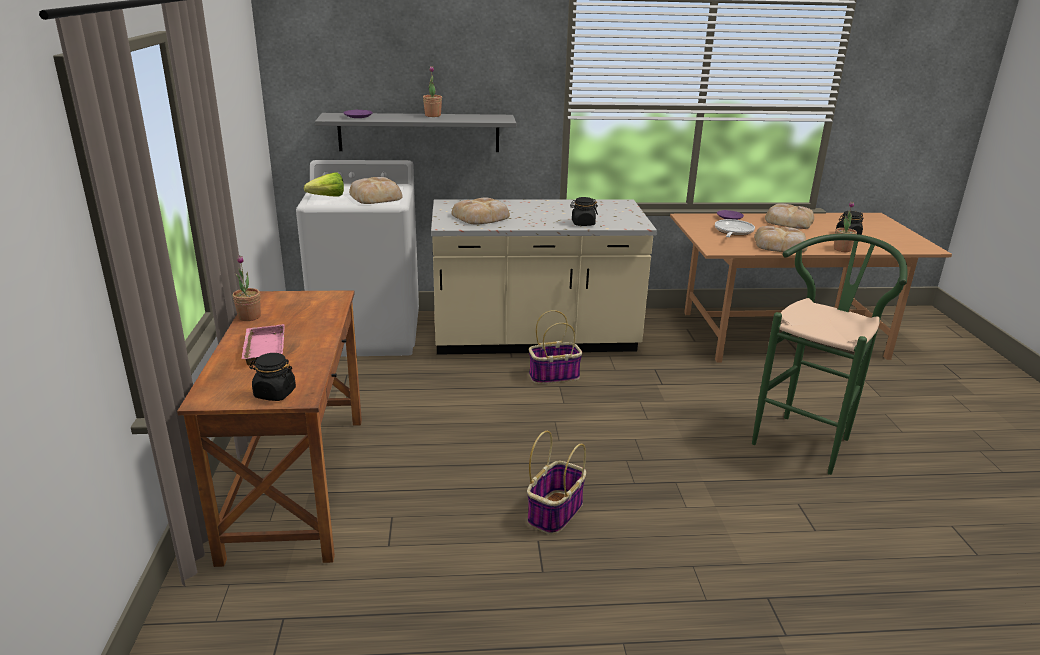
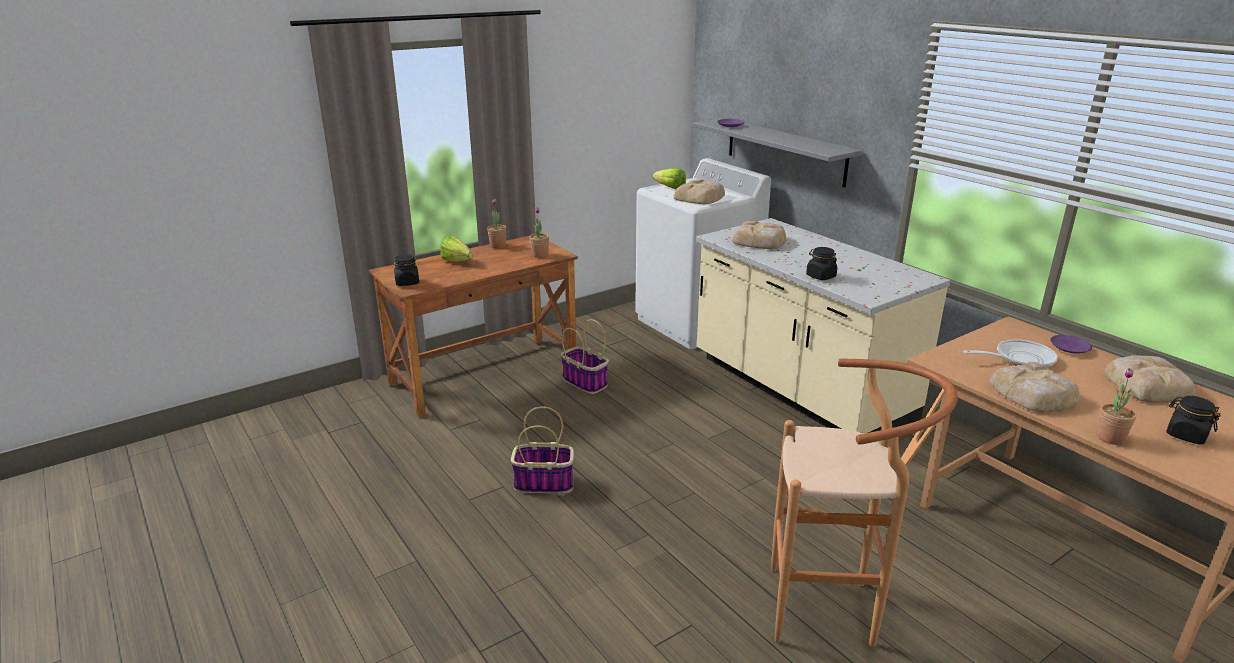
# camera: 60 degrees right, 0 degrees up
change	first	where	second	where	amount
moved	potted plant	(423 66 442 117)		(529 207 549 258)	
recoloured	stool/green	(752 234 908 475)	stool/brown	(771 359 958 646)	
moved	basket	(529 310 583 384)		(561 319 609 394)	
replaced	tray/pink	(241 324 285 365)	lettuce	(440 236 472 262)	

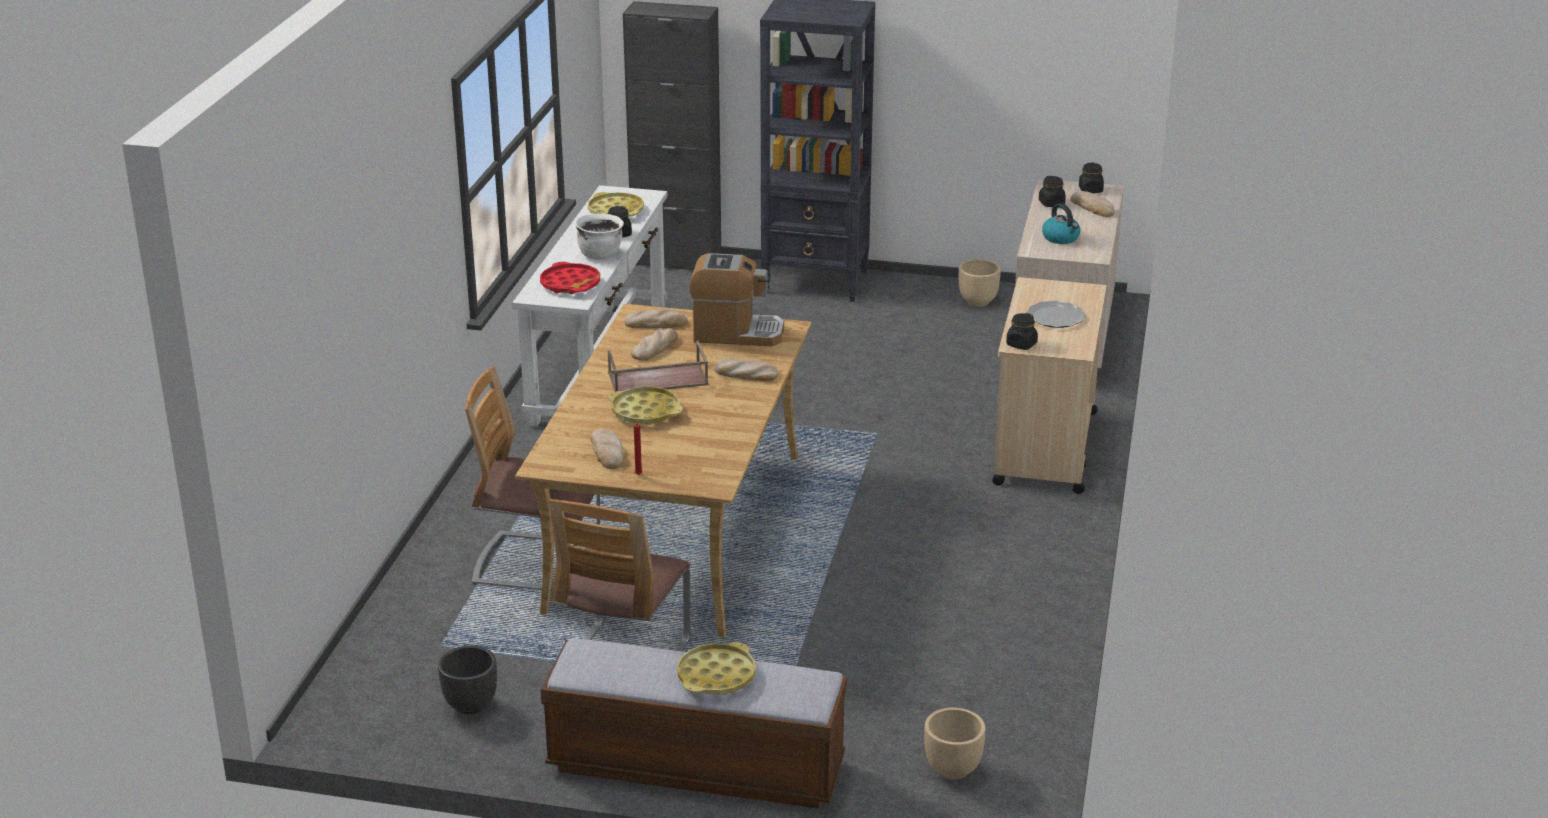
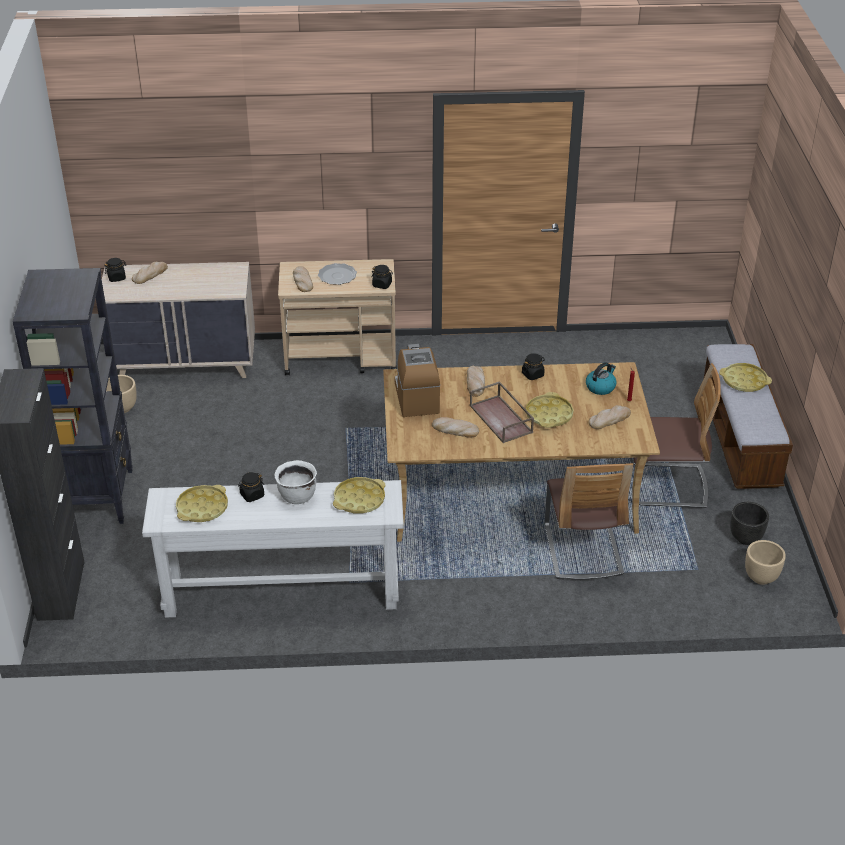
# camera: 105 degrees left, 10 degrees up
change	first	where	second	where	amount
moved	jar/black	(1039 176 1066 207)		(522 353 545 380)	
moved	kettle	(1042 203 1080 244)		(586 362 616 395)	
recoloured	tray/red	(540 262 600 294)	tray/yellow	(333 477 386 513)	
moved	bread	(624 309 688 329)		(293 266 313 292)	
moved	planter/beige	(924 708 986 780)		(745 540 786 585)	

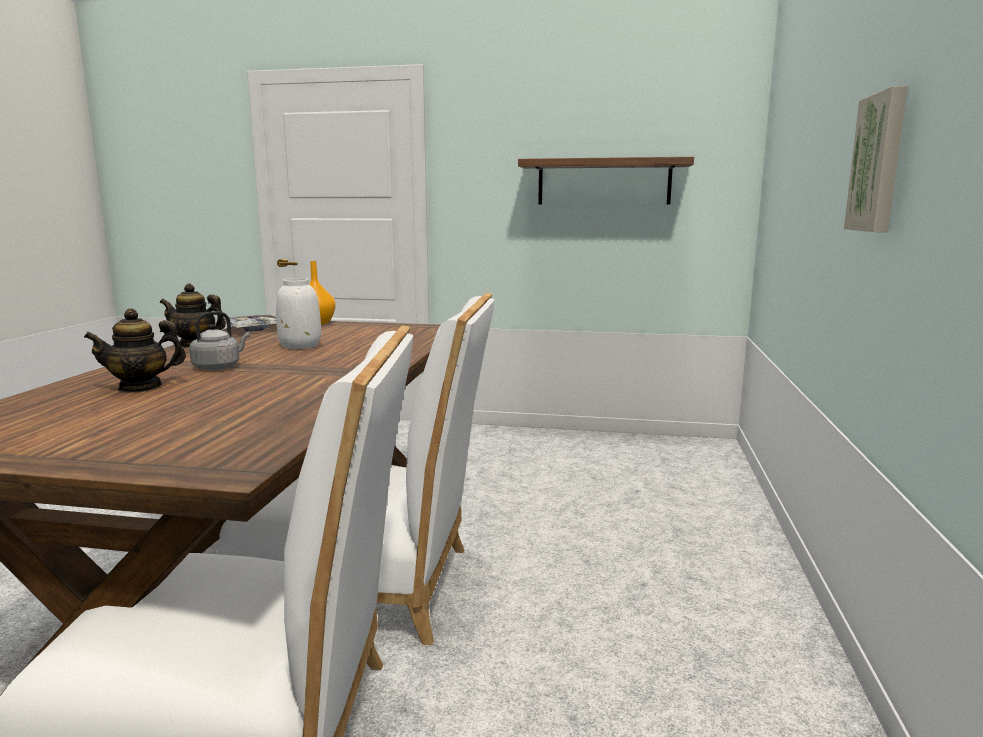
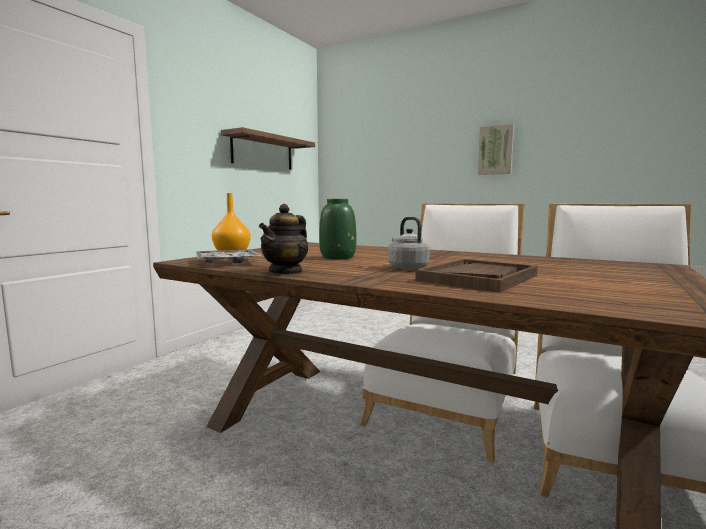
# camera: 70 degrees left, 5 degrees down
change	first	where	second	where	amount
recoloured	vase/white	(276 278 321 349)	vase/green	(319 199 357 259)	
replaced	teapot	(84 308 186 393)	tray/brown	(415 259 538 293)	

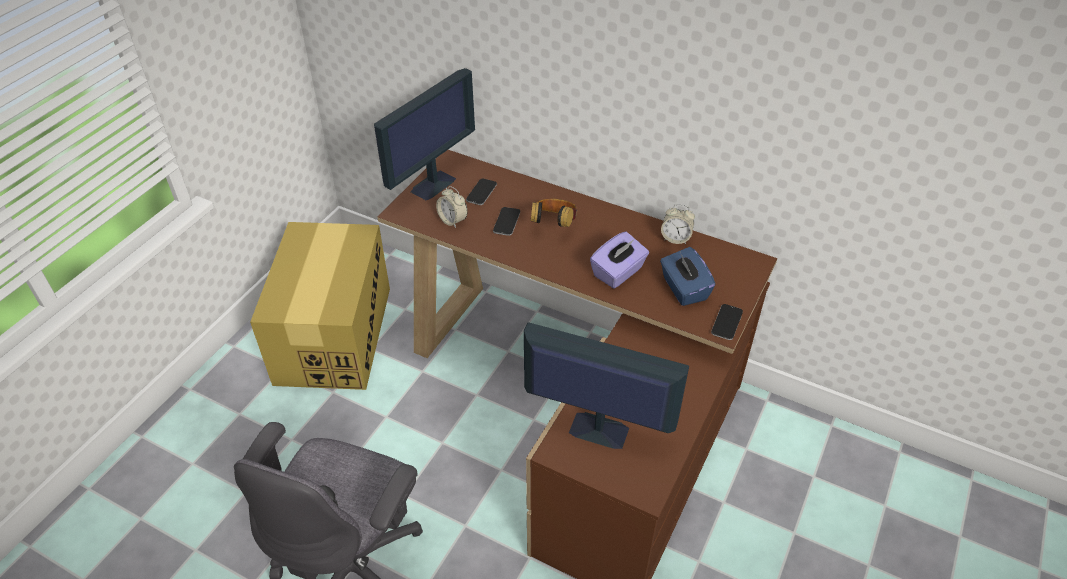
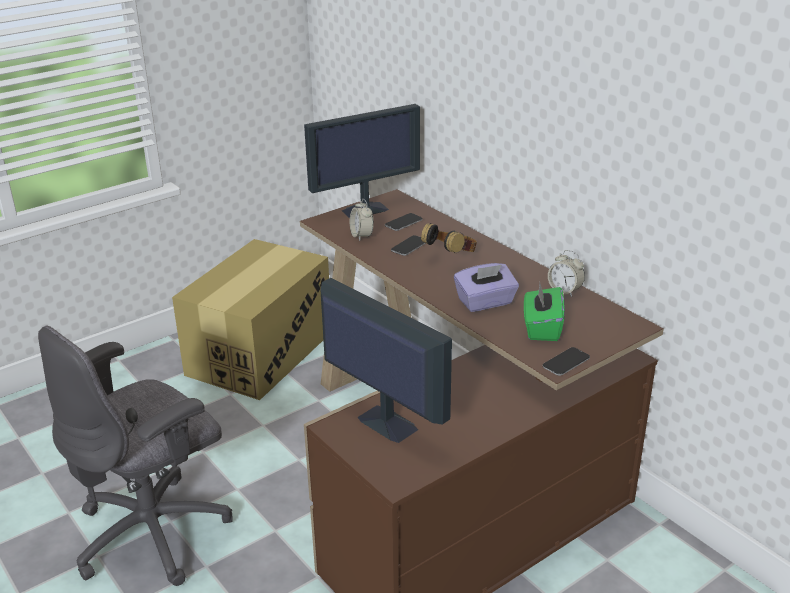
# camera: 25 degrees right, 15 degrees down
change	first	where	second	where	amount
recoloured	tissue box/blue	(660 247 715 306)	tissue box/green	(524 283 565 341)	

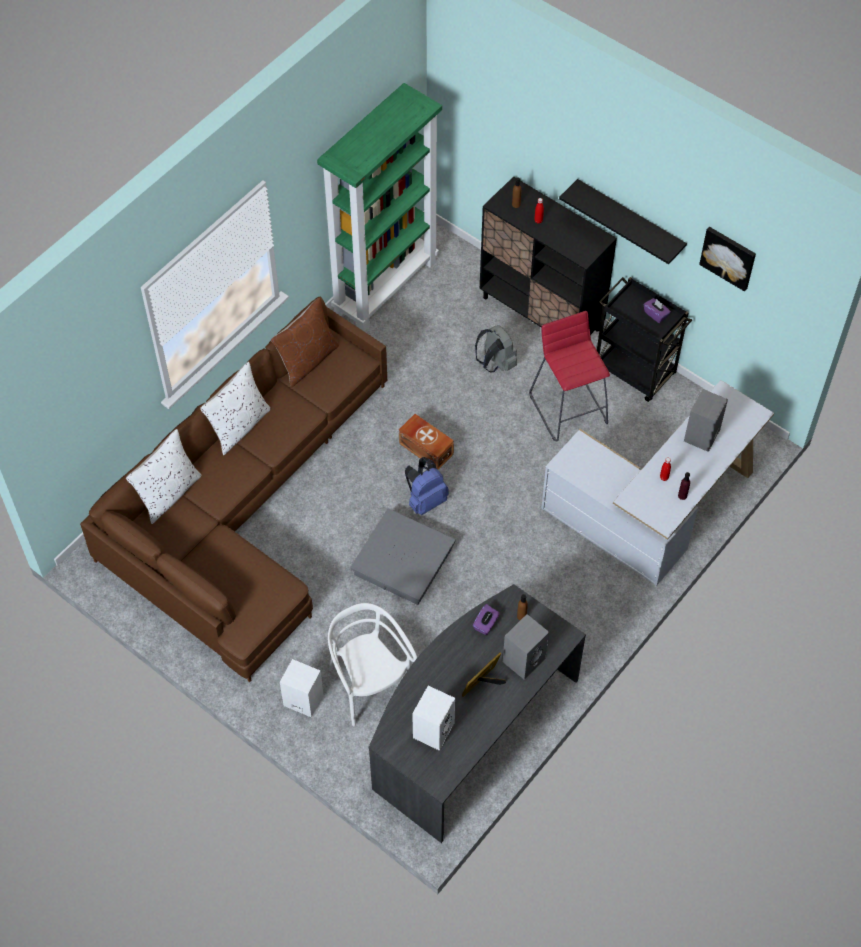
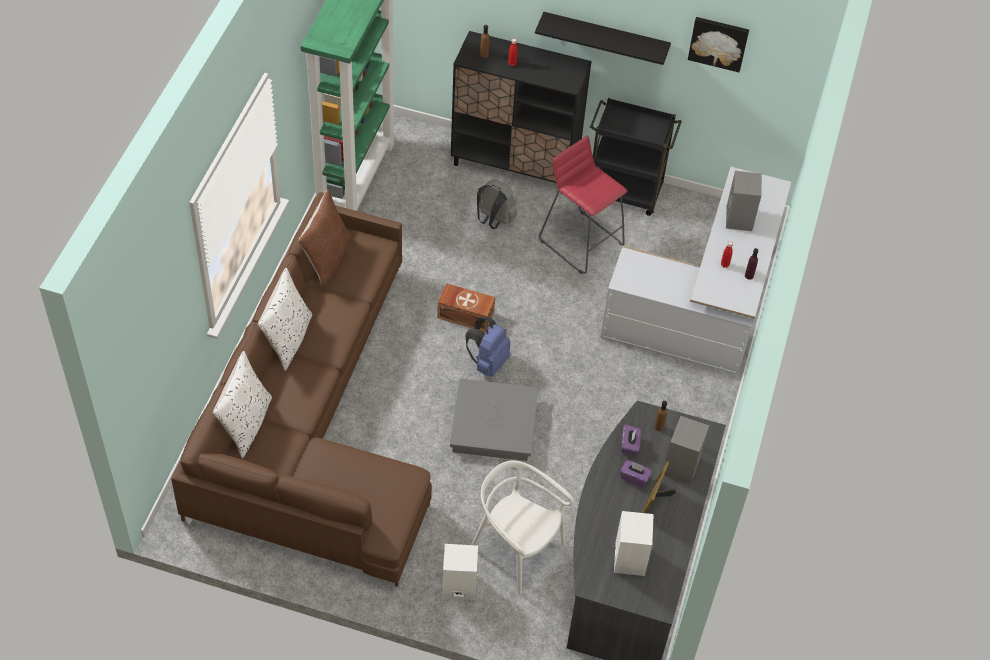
# camera: 25 degrees left, 5 degrees down
change	first	where	second	where	amount
moved	tissue box/purple	(644 298 671 323)		(620 460 652 487)	

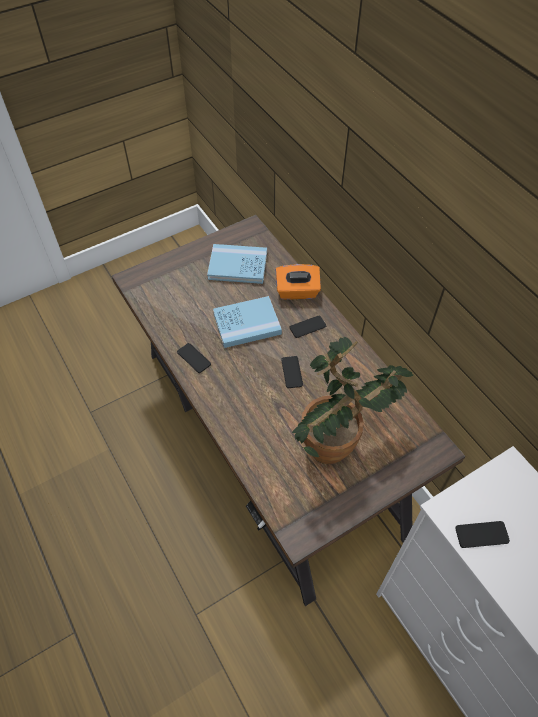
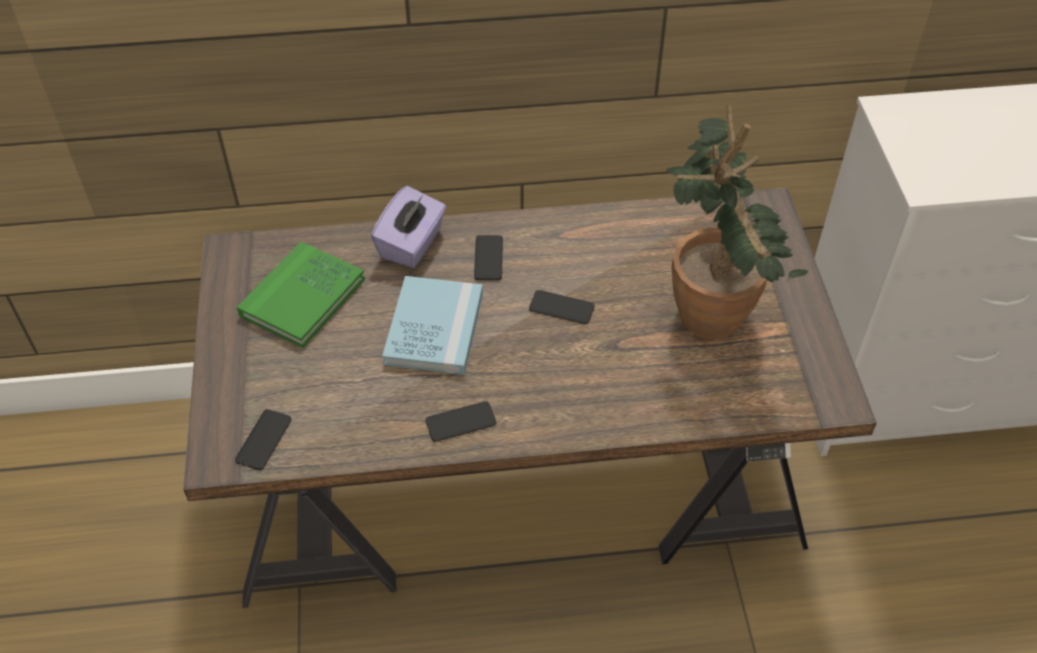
# camera: 65 degrees left, 5 degrees down
change	first	where	second	where	amount
recoloured	book/blue	(207 244 267 284)	book/green	(237 242 365 348)	
recoloured	tissue box/orange	(276 264 321 300)	tissue box/purple	(371 186 446 268)	
moved	phone	(455 521 510 548)		(235 409 291 470)	

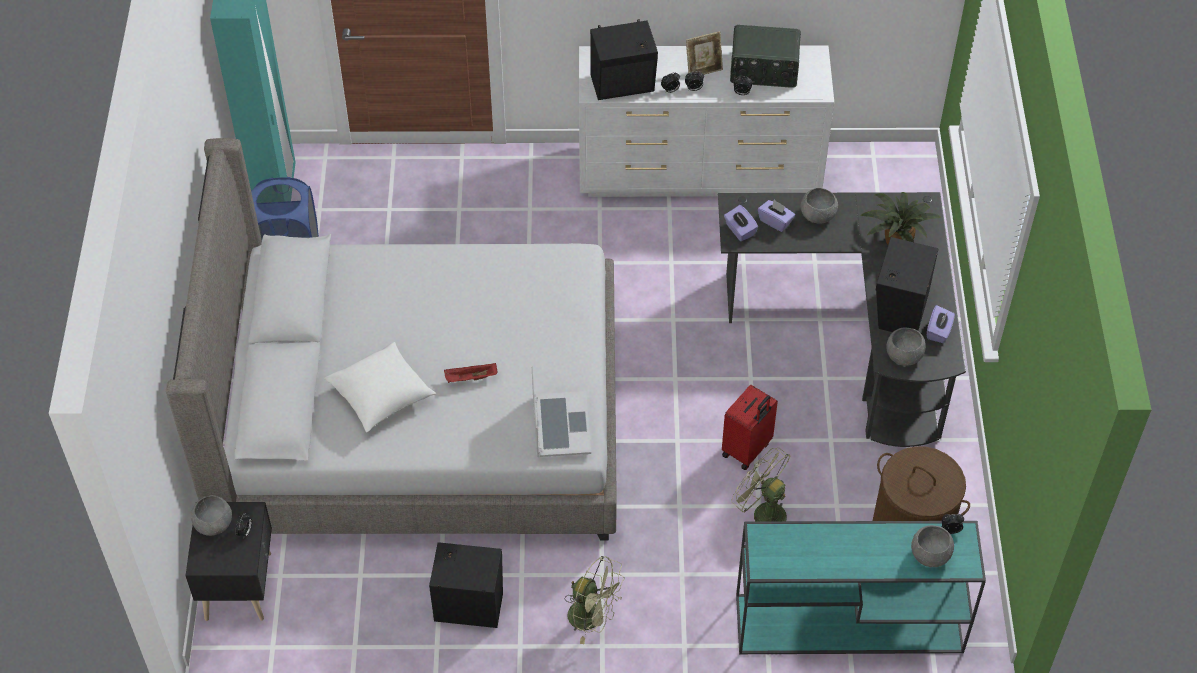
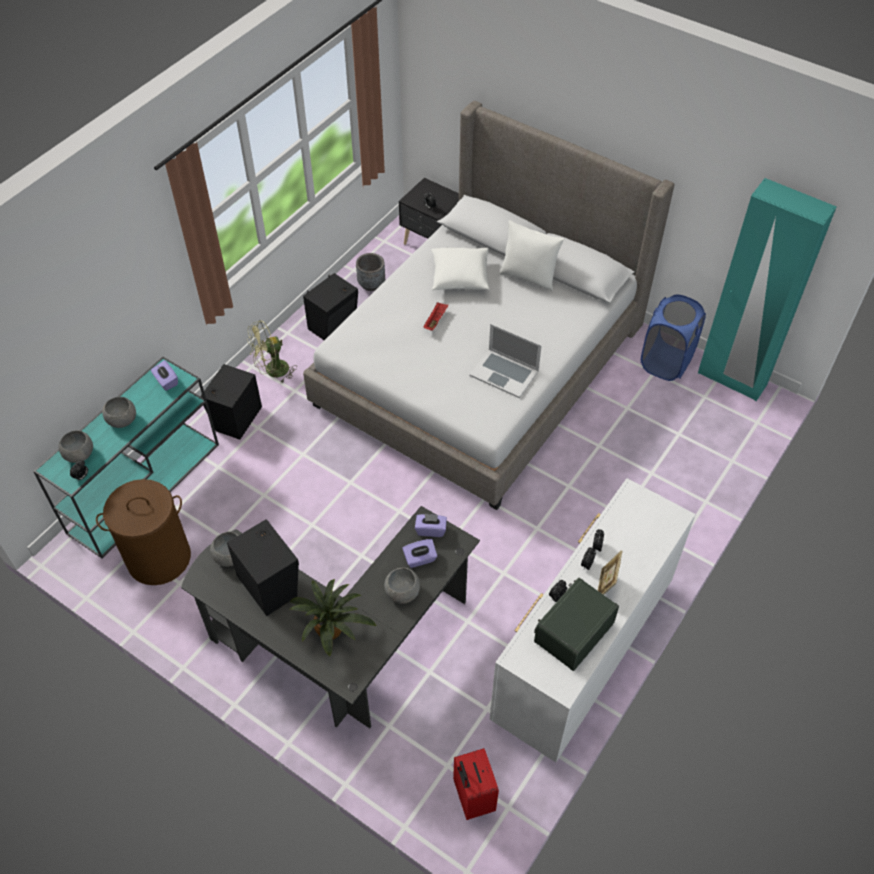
# camera: 125 degrees right, 0 degrees up
change	first	where	second	where	amount
moved	speaker/black	(590 19 658 100)		(200 364 262 440)	
moved	tissue box/purple	(927 305 955 343)		(151 360 178 391)	
moved	laptop	(532 366 591 457)		(470 324 542 398)	
moved	suitcase/red	(722 385 778 470)		(453 748 499 820)	
removed	fan/green	(731 448 791 521)			
moved	bowl/grey	(191 495 232 536)		(102 397 136 428)	
added			pillow/white	(499 220 564 291)	
added			planter/grey	(356 253 385 291)	

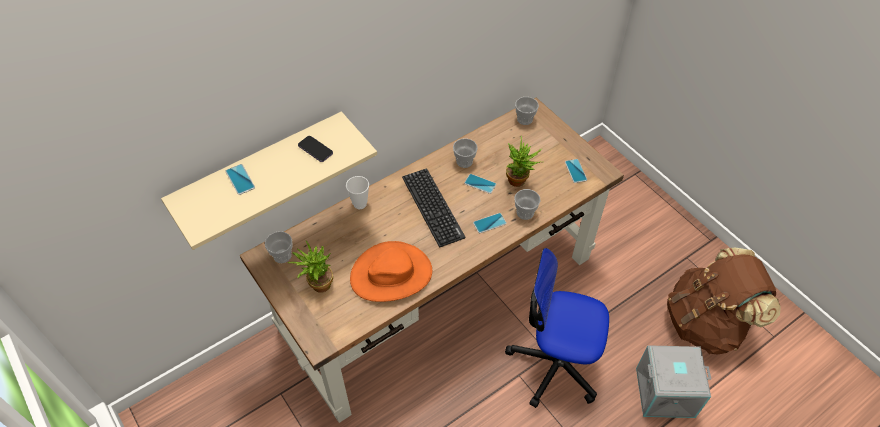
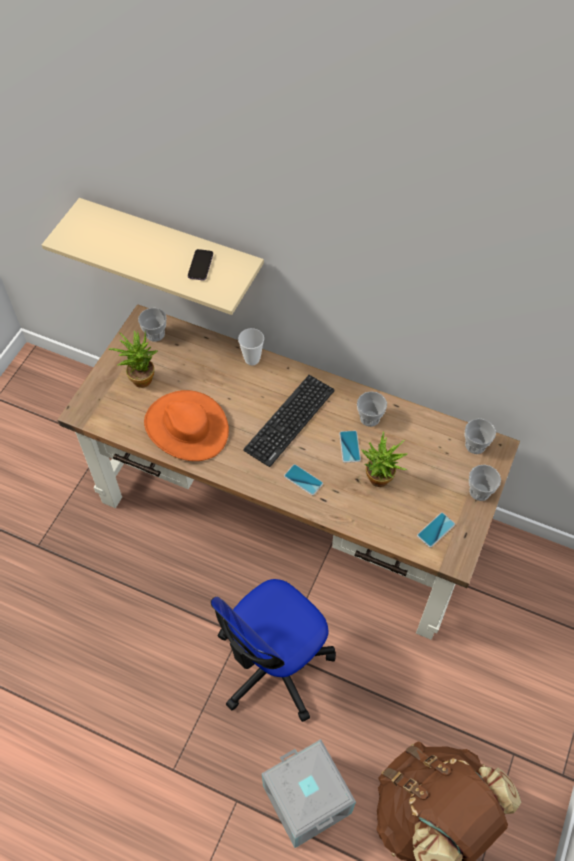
# camera: 60 degrees right, 5 degrees up
change	first	where	second	where	amount
removed	phone	(225 164 255 195)			
moved	cup	(514 189 540 220)		(469 465 501 501)	
turned	office chair	(505 248 609 408)		(211 579 336 722)	120 degrees counterclockwise

